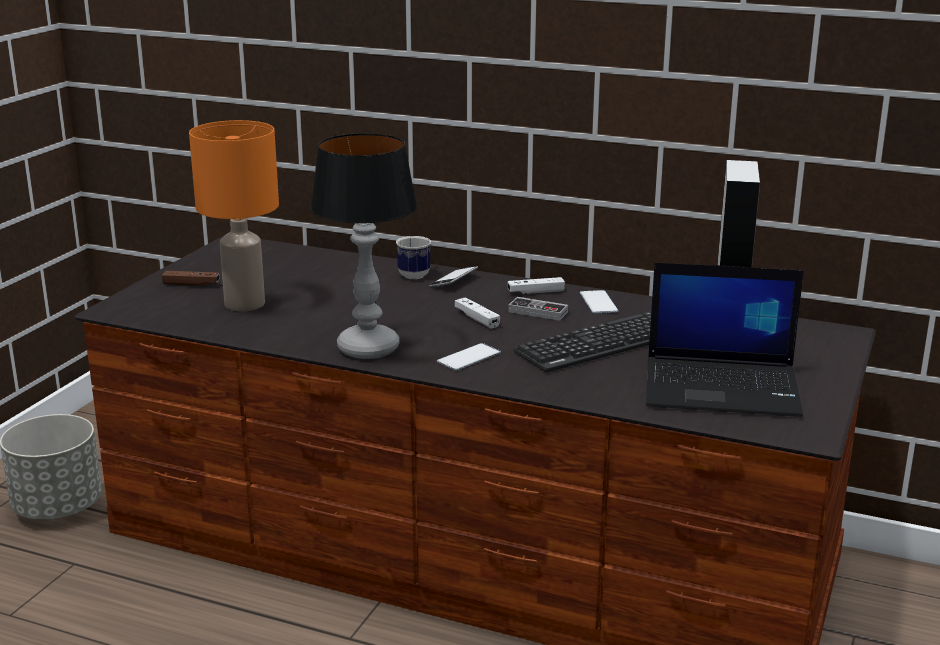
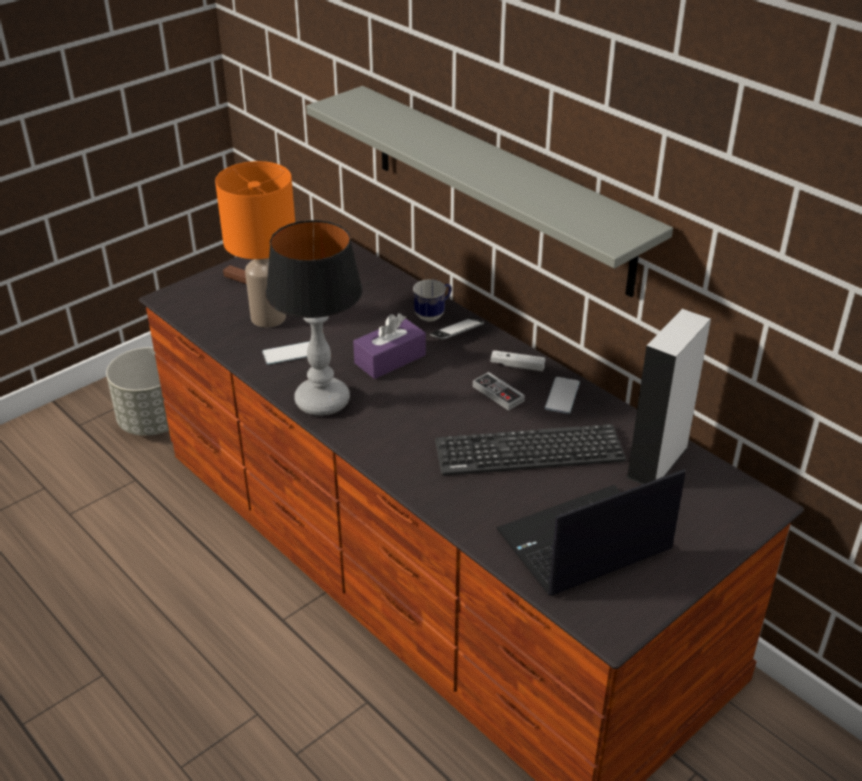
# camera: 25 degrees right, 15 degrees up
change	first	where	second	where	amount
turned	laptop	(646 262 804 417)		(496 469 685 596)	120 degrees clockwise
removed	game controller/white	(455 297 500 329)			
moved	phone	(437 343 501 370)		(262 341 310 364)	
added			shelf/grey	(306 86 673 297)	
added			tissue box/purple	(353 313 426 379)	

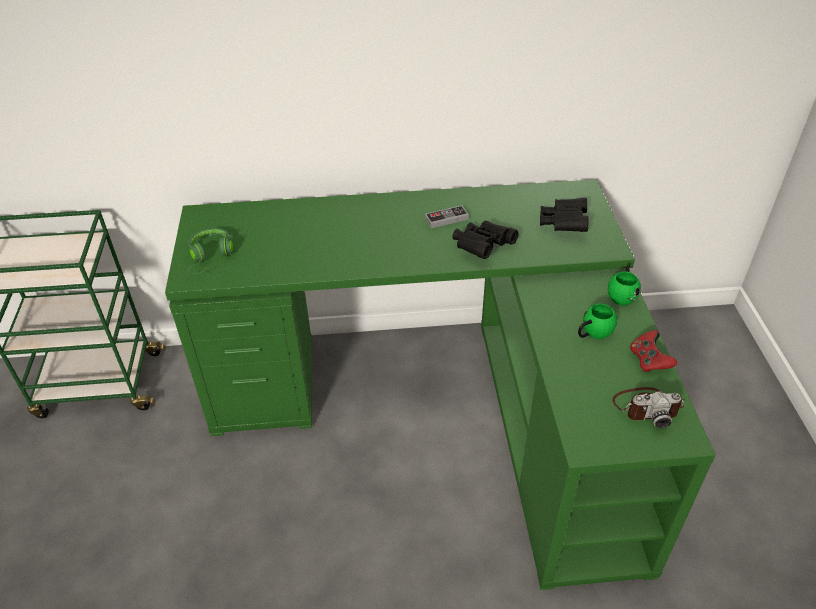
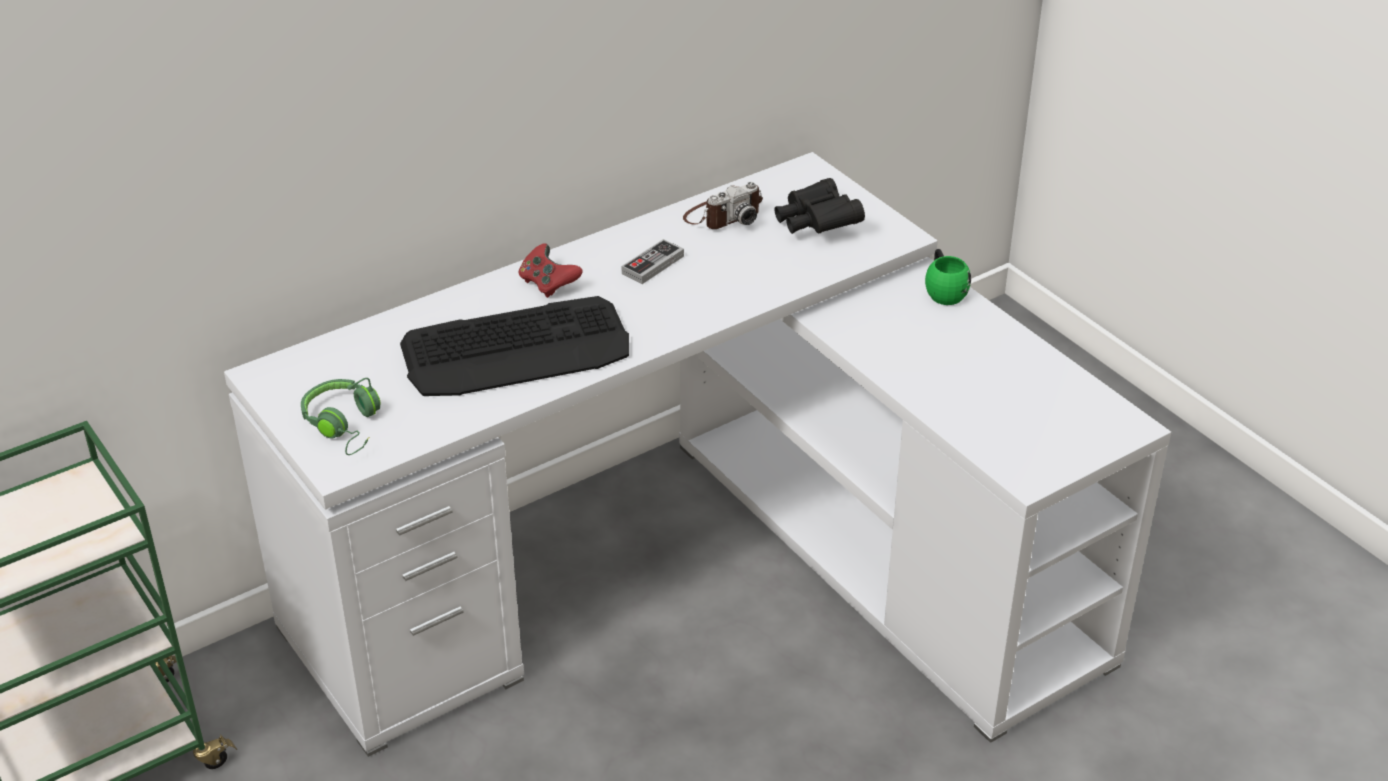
# camera: 30 degrees left, 5 degrees down
change	first	where	second	where	amount
recoloured	desk/green	(165 179 716 590)	desk/white	(224 152 1171 757)	
removed	binoculars/black	(452 220 519 259)			
removed	mug/green	(578 303 617 339)			
moved	game controller/red	(630 330 678 372)		(518 244 583 298)	
moved	photo camera	(612 387 684 428)		(683 182 763 229)	
added			keyboard	(400 296 629 396)	

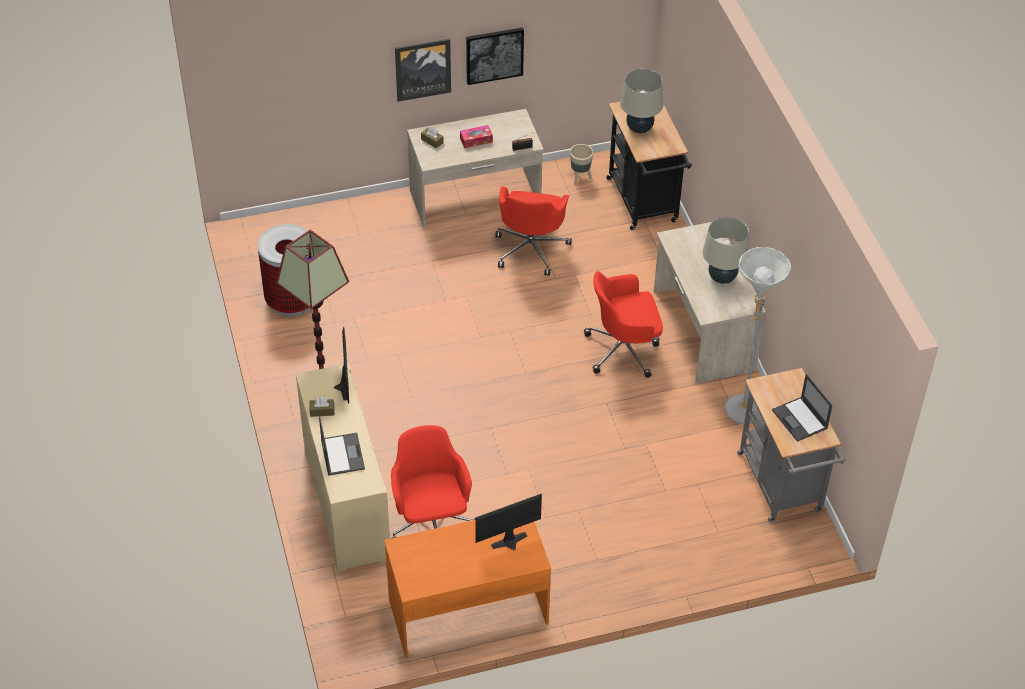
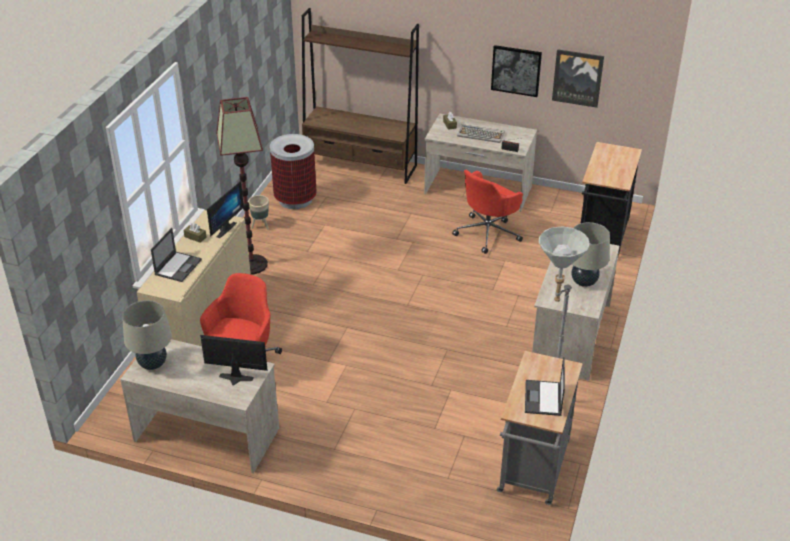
# camera: 35 degrees right, 10 degrees down
change	first	where	second	where	amount
moved	picture	(395 39 451 102)		(552 49 604 108)	
moved	table lamp/beige	(620 69 663 133)		(122 300 172 370)	
replaced	tissue box	(460 125 493 148)	keyboard	(457 124 504 143)	
moved	planter/beige	(570 144 593 185)		(248 195 269 230)	
removed	office chair/red	(584 271 663 378)			
recoloured	desk/orange	(384 520 551 658)	desk/beige	(120 339 279 474)	
added			bookcase/brown	(302 8 419 184)	

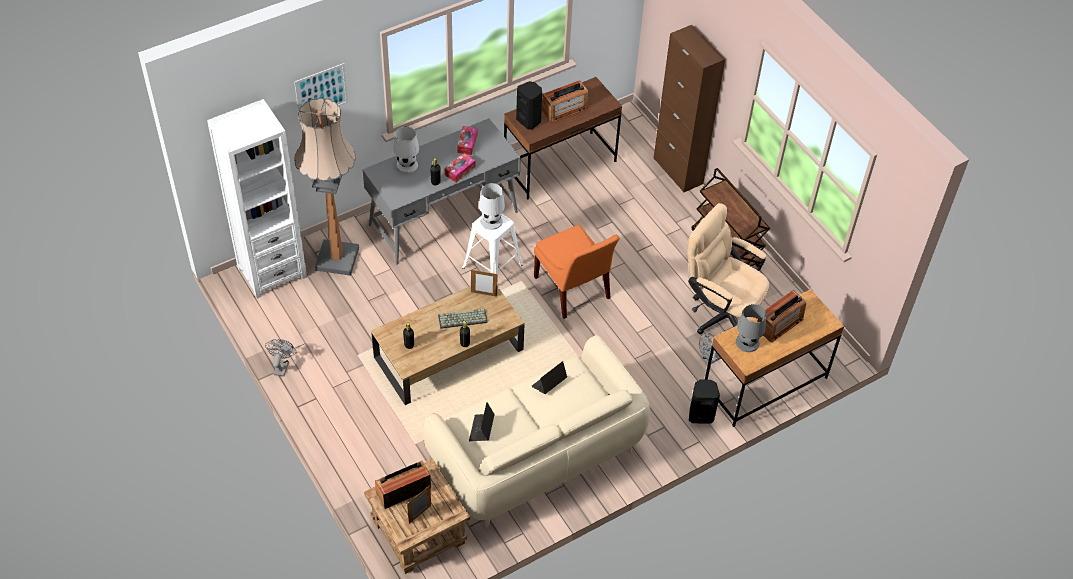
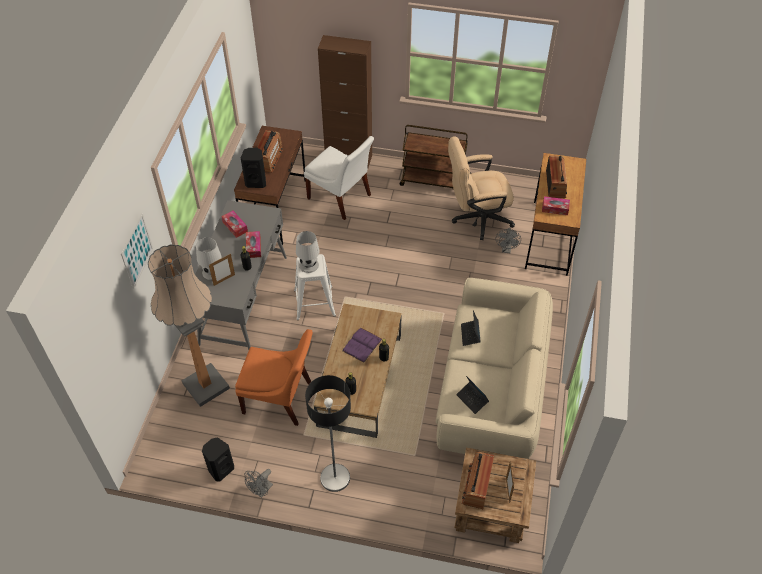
# camera: 45 degrees left, 0 degrees up
change	first	where	second	where	amount
removed	bookcase/white	(207 99 307 299)			
moved	chair/orange	(534 225 620 319)		(235 329 313 426)	
moved	picture frame	(471 269 497 297)		(209 254 235 286)	
replaced	table lamp/grey	(736 304 766 352)	tissue box	(542 196 570 215)	
replaced	keyboard	(438 309 488 329)	book/purple	(342 328 382 363)	
turned	fan/grey	(265 339 296 377)		(245 469 273 498)	105 degrees counterclockwise
moved	speaker/black	(689 380 720 424)		(202 438 234 481)	
added			chair/white	(304 136 374 220)	
added			floor lamp	(305 375 351 492)	

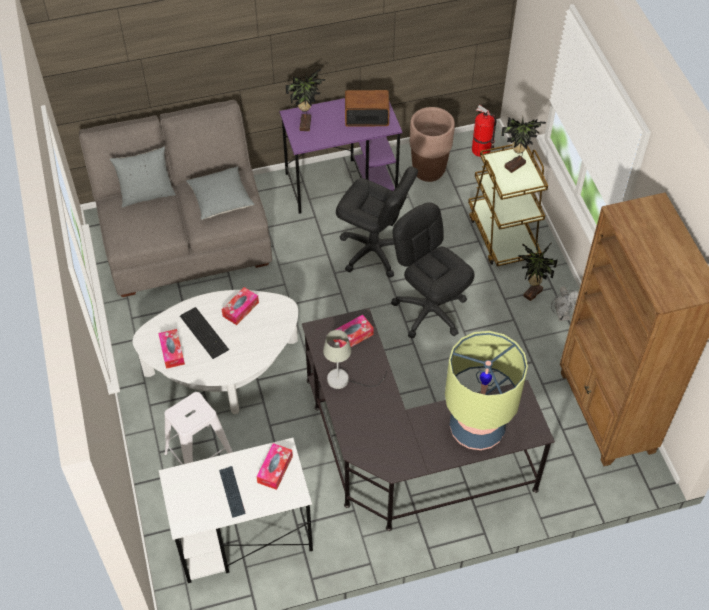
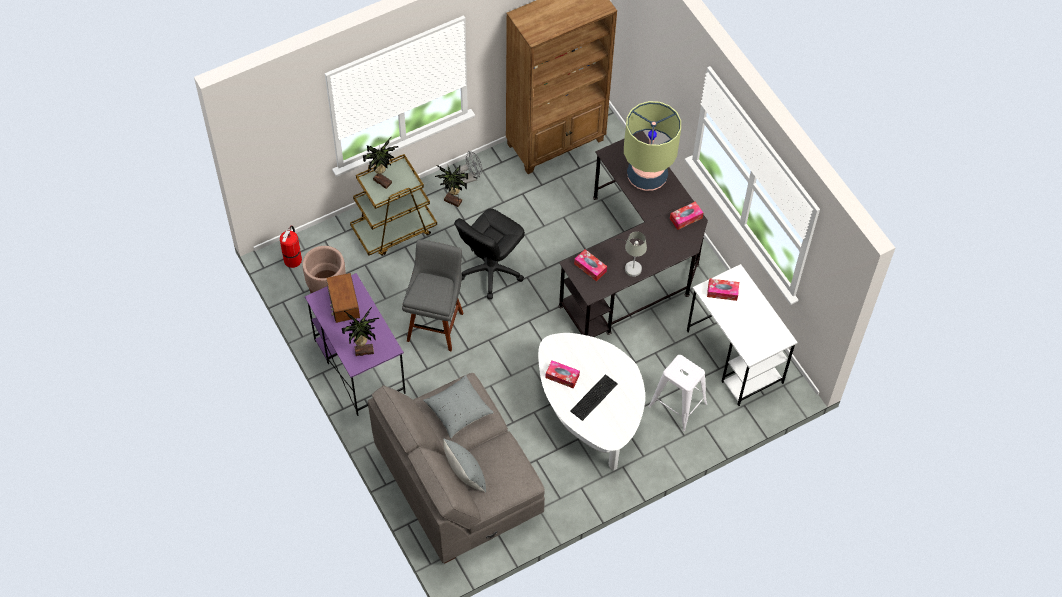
# camera: 105 degrees left, 5 degrees up
change	first	where	second	where	amount
replaced	office chair/black	(336 166 418 278)	stool/grey	(402 239 463 351)	
moved	tissue box	(158 329 185 369)		(670 202 703 230)	
removed	keyboard	(219 466 245 518)			

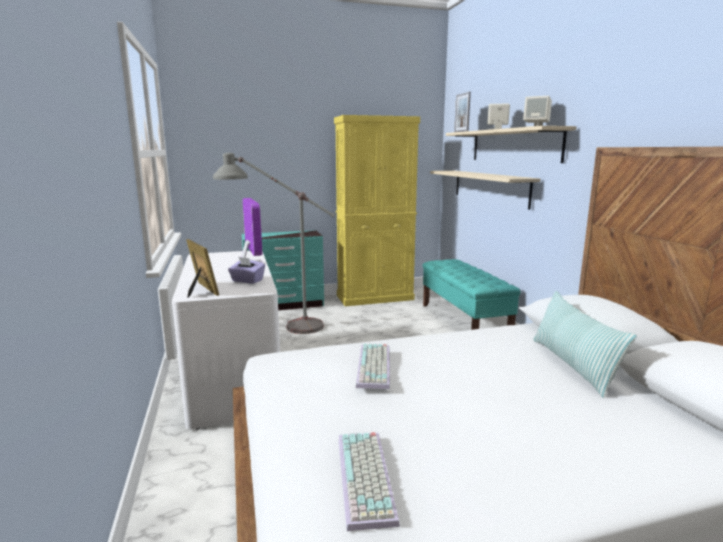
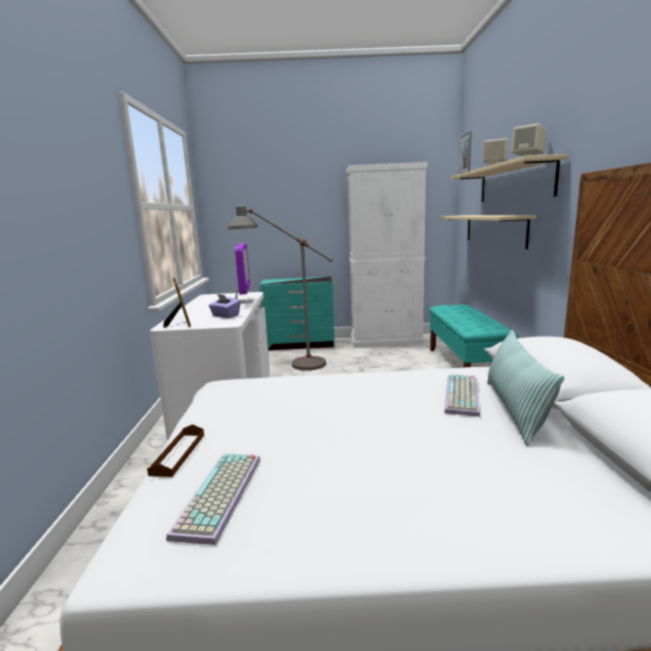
# camera: 15 degrees right, 0 degrees up
change	first	where	second	where	amount
recoloured	cabinet/yellow	(334 115 420 306)	cabinet/white	(346 162 428 348)	
moved	keyboard	(356 344 390 389)		(445 374 480 417)	
added			tray/brown	(147 424 204 477)	

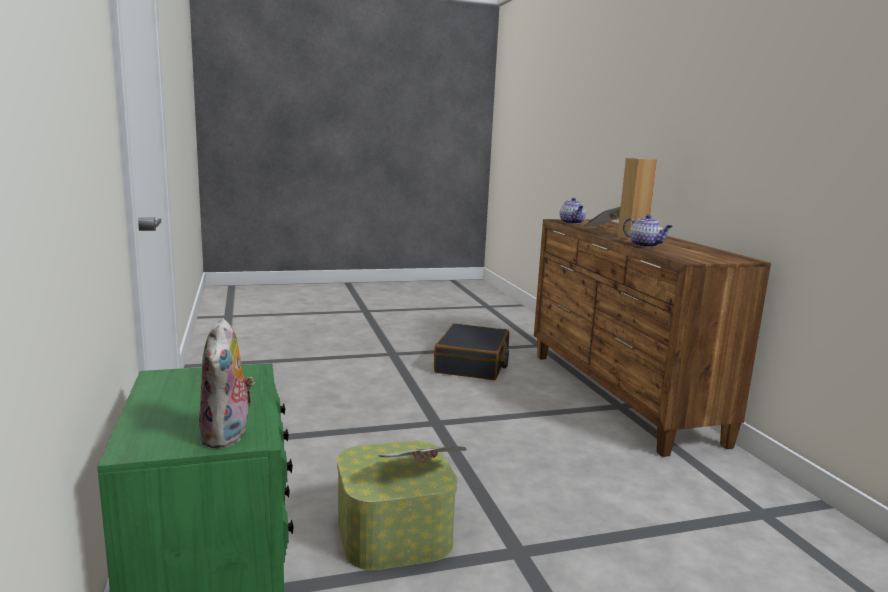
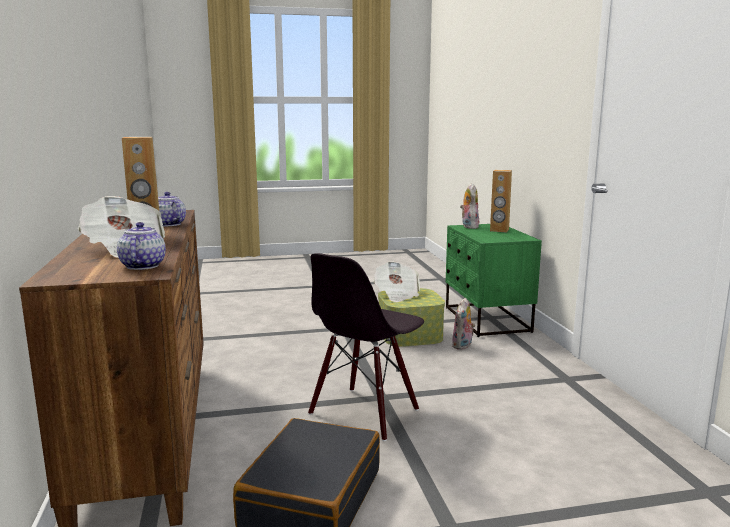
# camera: 175 degrees left, 0 degrees up
change	first	where	second	where	amount
added			speaker/brown	(490 170 512 233)	
added			chair/black	(308 253 424 441)	
added			plush toy	(452 298 475 350)	

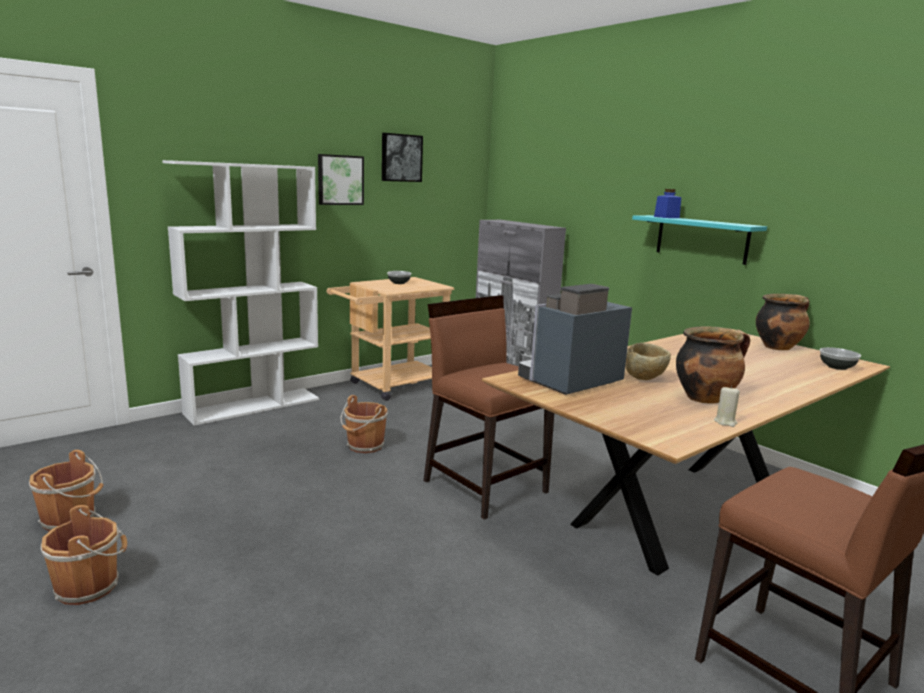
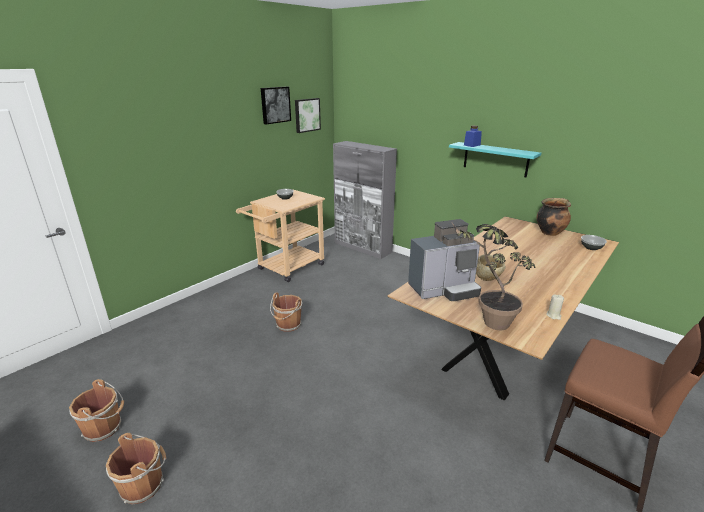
# camera: 10 degrees left, 10 degrees up
change	first	where	second	where	amount
moved	picture	(318 154 364 205)		(295 98 321 133)	
removed	bookcase/white	(162 160 319 426)			
turned	coffee machine	(518 284 632 395)		(408 219 481 301)	150 degrees counterclockwise
removed	chair/brown	(424 295 554 520)			
removed	cooking pot	(676 327 750 404)			
added			potted plant	(452 223 535 330)	

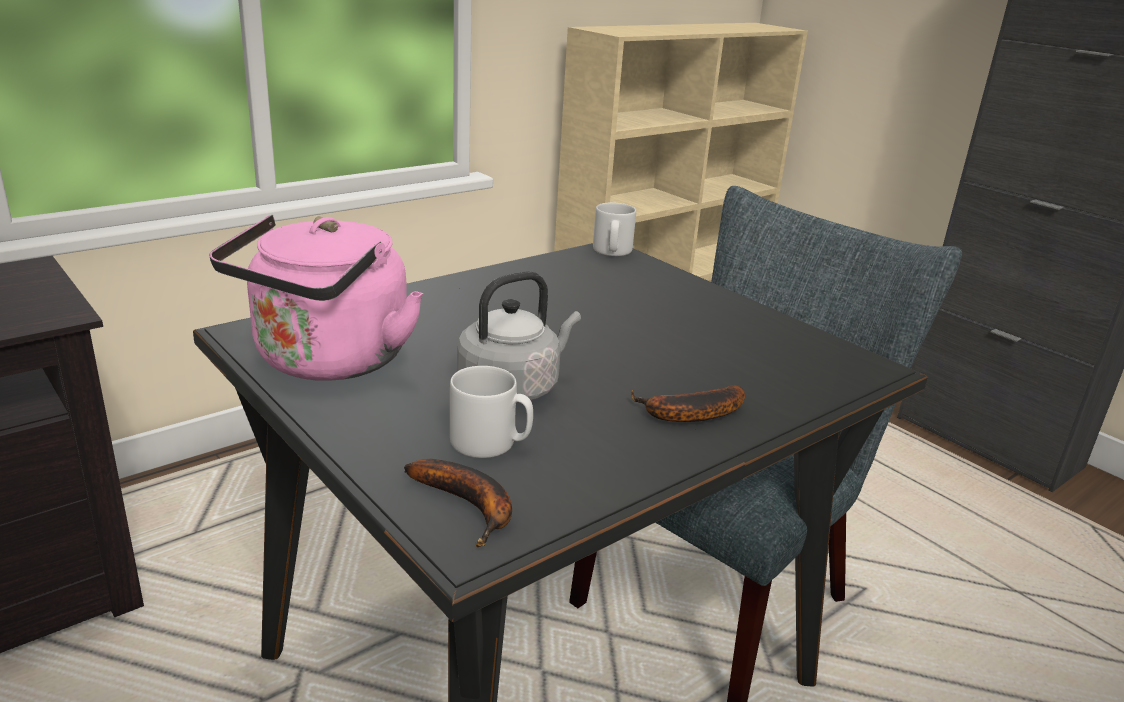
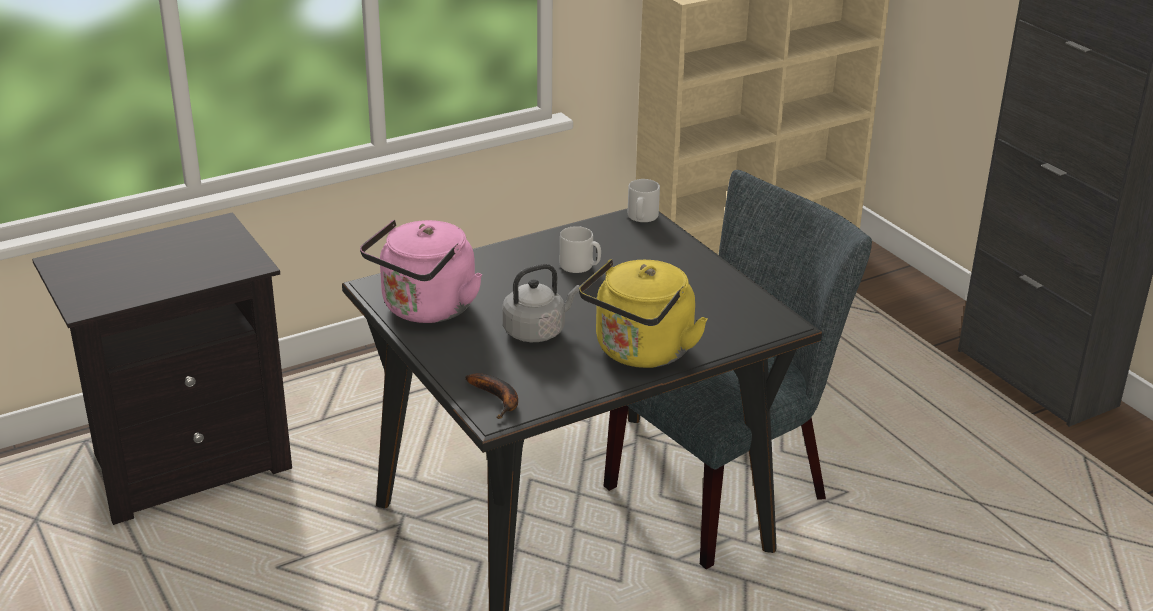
# camera: 10 degrees right, 5 degrees up
change	first	where	second	where	amount
moved	mug/grey	(450 366 533 458)		(560 226 601 273)	
replaced	banana	(631 385 745 422)	kettle/yellow	(579 259 708 368)	

